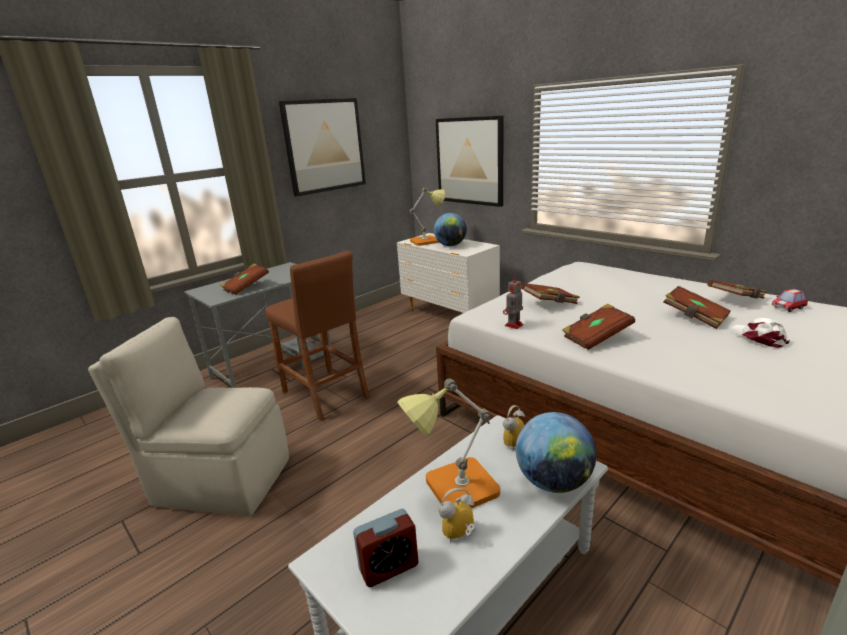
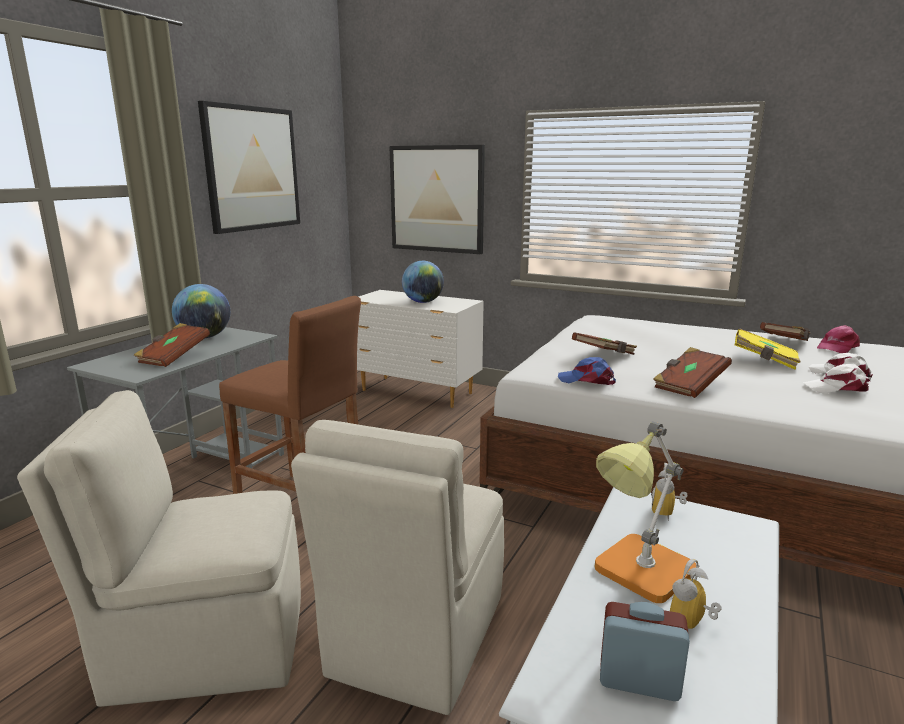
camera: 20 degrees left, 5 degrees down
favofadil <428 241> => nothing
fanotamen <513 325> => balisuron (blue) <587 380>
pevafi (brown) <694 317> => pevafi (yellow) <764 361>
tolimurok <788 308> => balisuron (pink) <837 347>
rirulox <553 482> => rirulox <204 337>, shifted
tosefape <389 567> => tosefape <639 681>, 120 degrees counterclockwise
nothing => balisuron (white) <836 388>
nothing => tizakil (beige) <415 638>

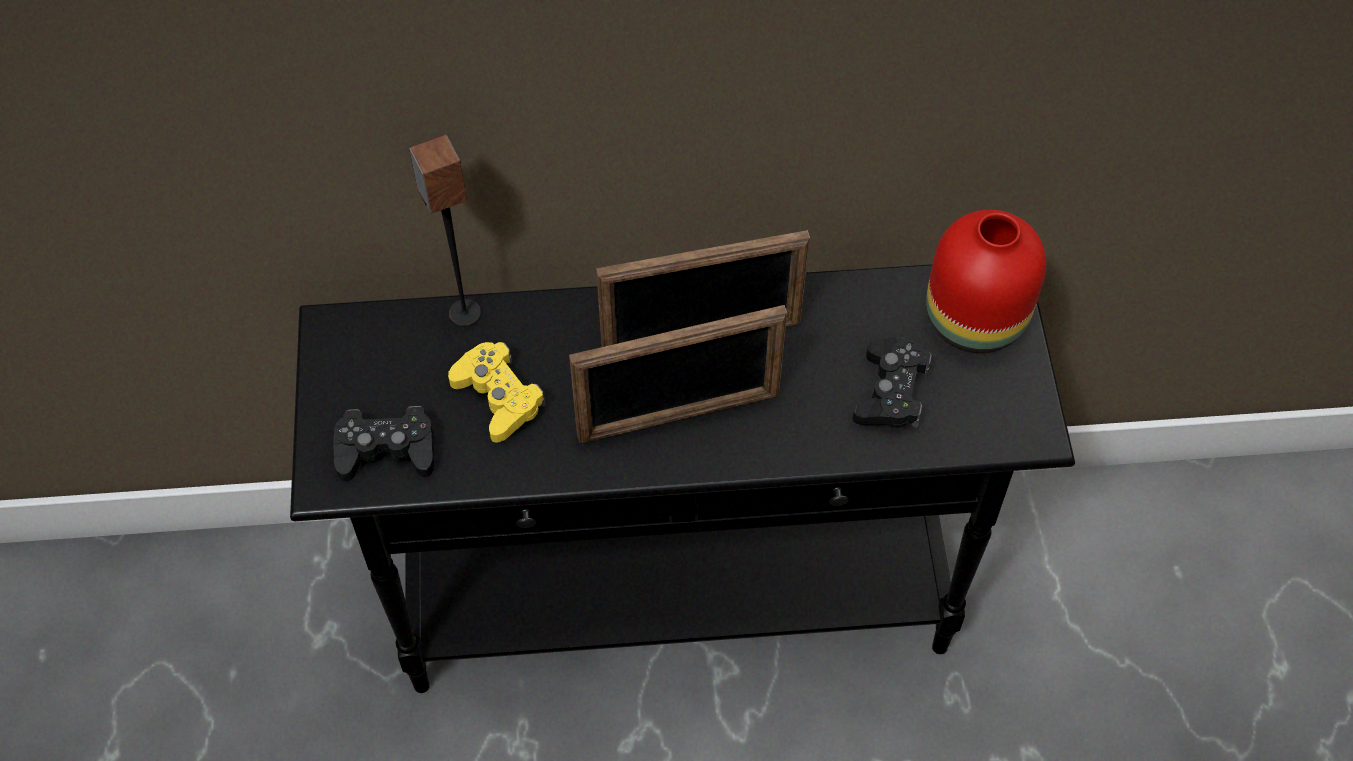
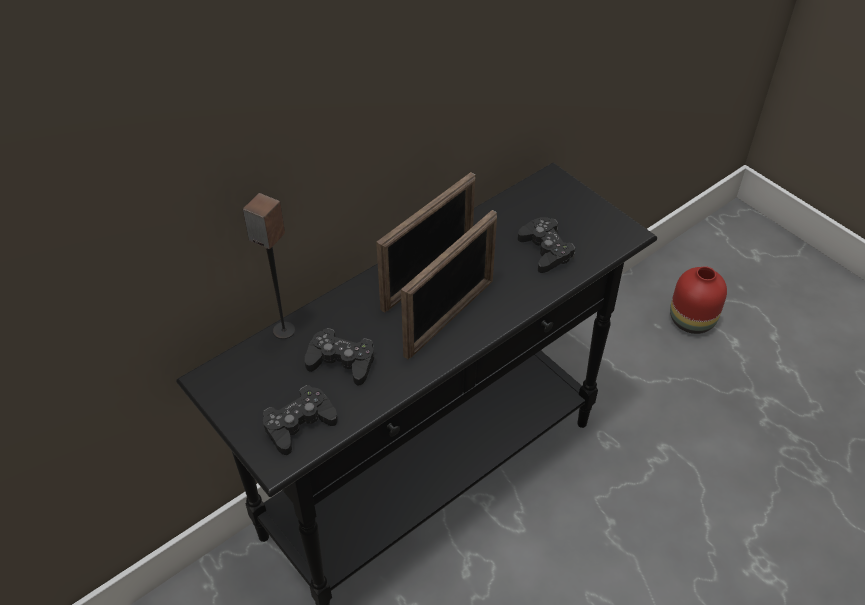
camera: 35 degrees left, 10 degrees down
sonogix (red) <976 321> => sonogix (red) <693 320>, shifted
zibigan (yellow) <498 397> => zibigan (black) <341 361>

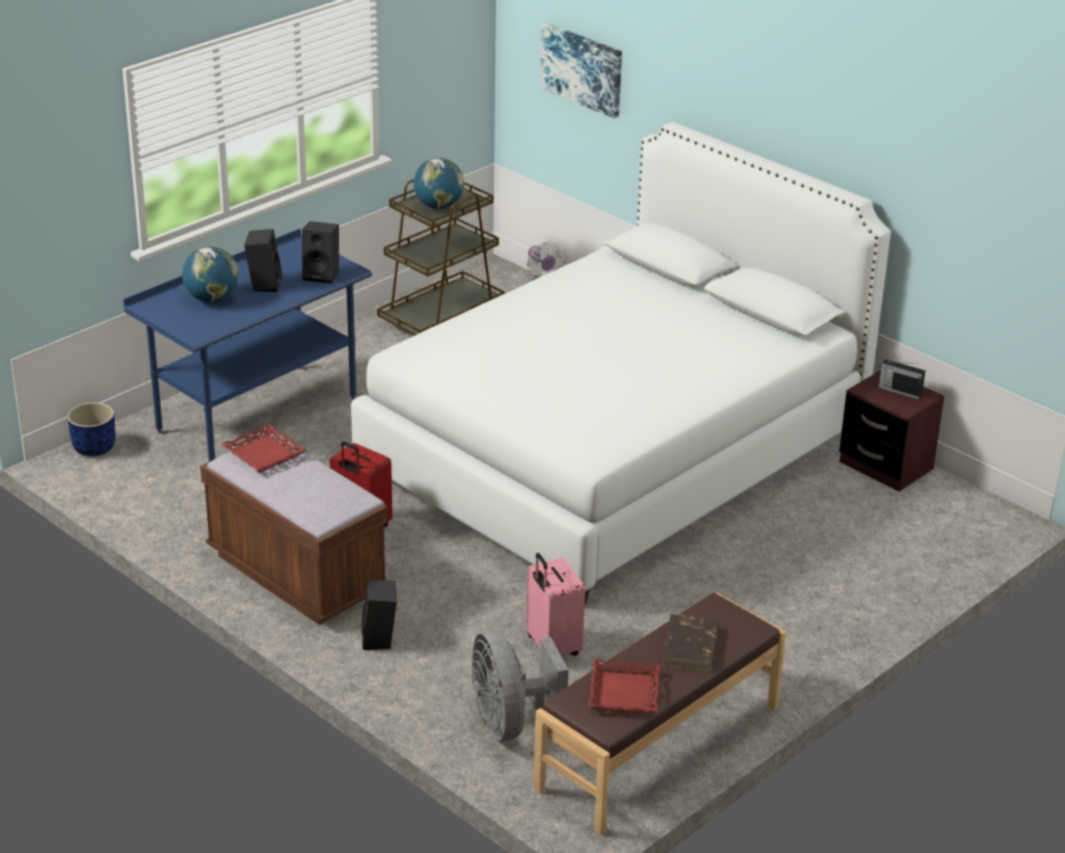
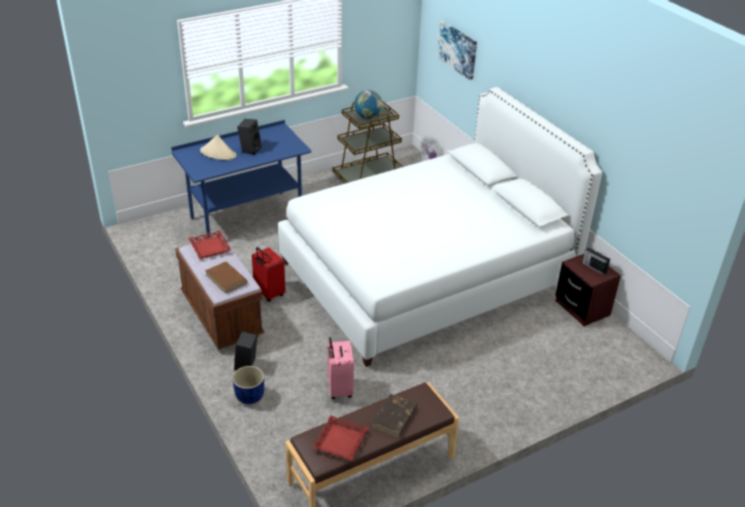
camera: 15 degrees right, 5 degrees up
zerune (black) <322 275> => nothing
rirulox <212 299> => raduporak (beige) <218 153>
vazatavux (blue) <94 448> => vazatavux (blue) <249 395>, shifted
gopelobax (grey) <510 722> => nothing
nothing => pevafi (brown) <226 279>

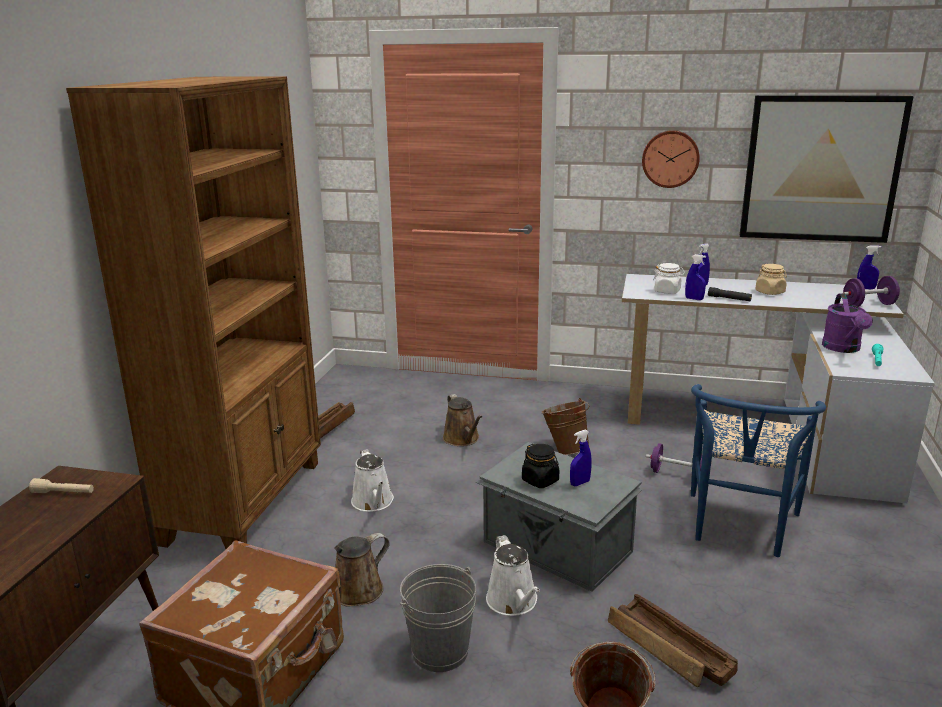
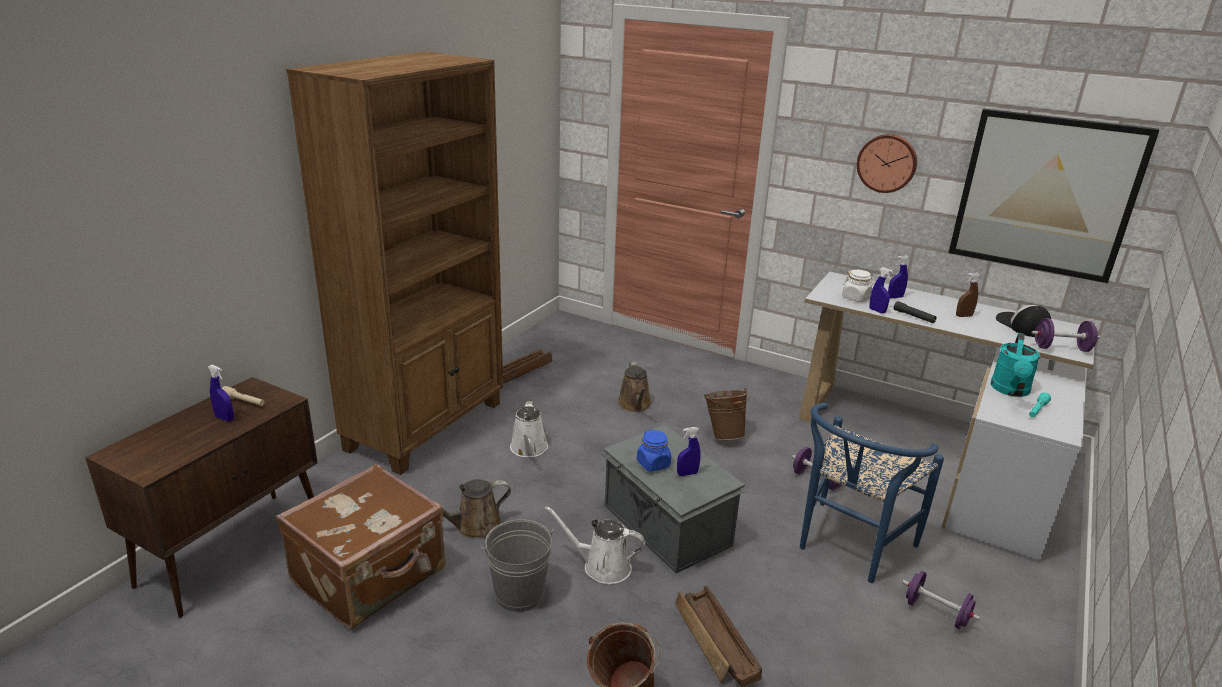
camera: 15 degrees right, 5 degrees up
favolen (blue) <865 288> => favolen (blue) <224 418>, shifted
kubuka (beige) <770 292> => favolen (brown) <963 316>
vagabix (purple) <843 349> => vagabix (turquoise) <1010 391>
kubuka (black) <540 481> => kubuka (blue) <653 464>
vagabix (white) <513 602> => vagabix (white) <602 566>, 105 degrees clockwise
nothing => balisuron <1022 325>
nothing => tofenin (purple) <936 613>

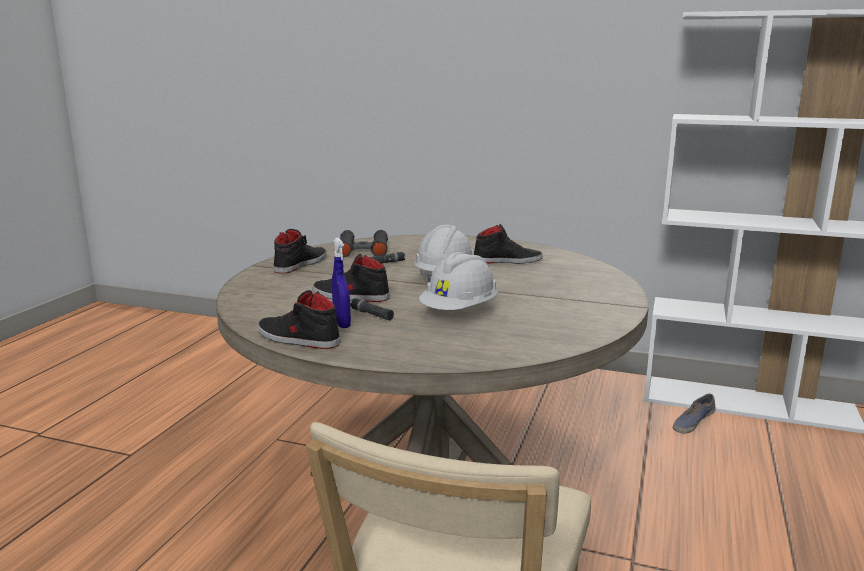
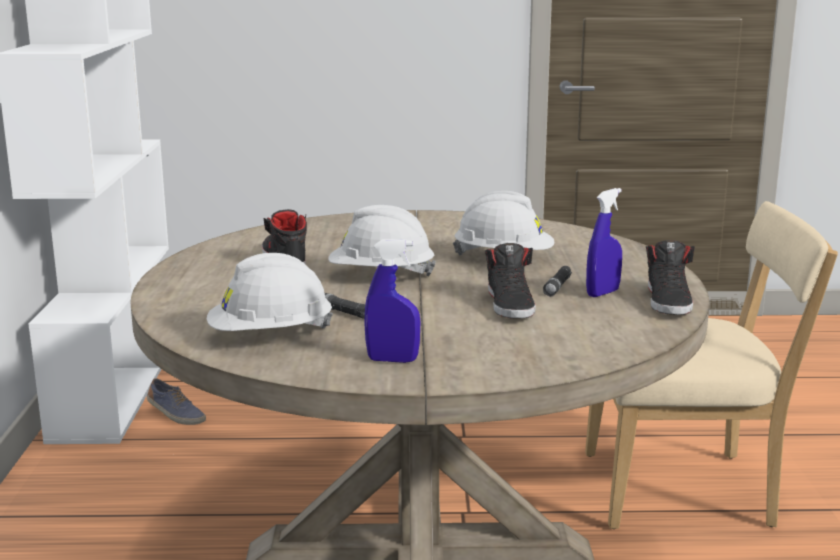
camera: 110 degrees left, 0 degrees up
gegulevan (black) <300 264> => favolen (blue) <392 360>
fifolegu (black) <363 250> => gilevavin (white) <271 337>

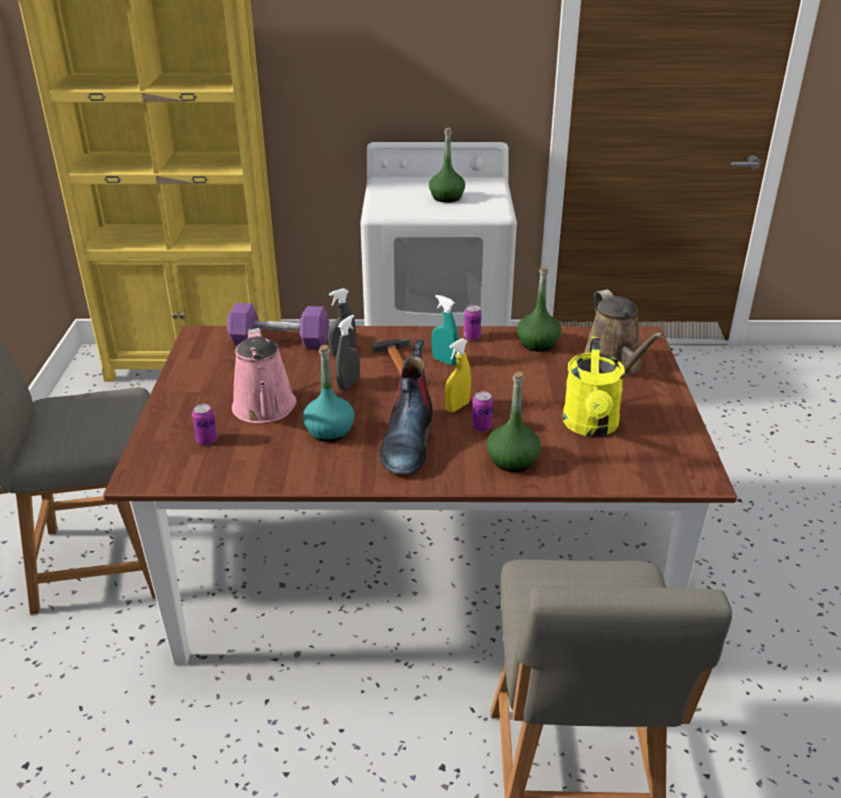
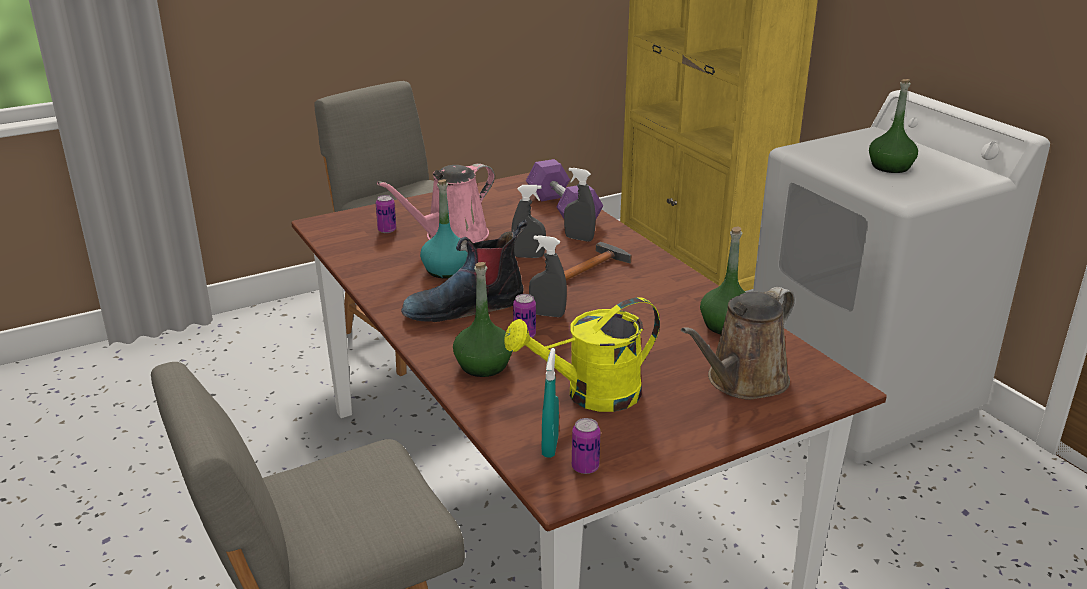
camera: 60 degrees right, 5 degrees down
favolen (turquoise) <444 361> => favolen (turquoise) <550 447>, shifted
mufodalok <471 337> => mufodalok <585 467>, shifted
favolen (yellow) <457 407> => favolen (grey) <547 314>

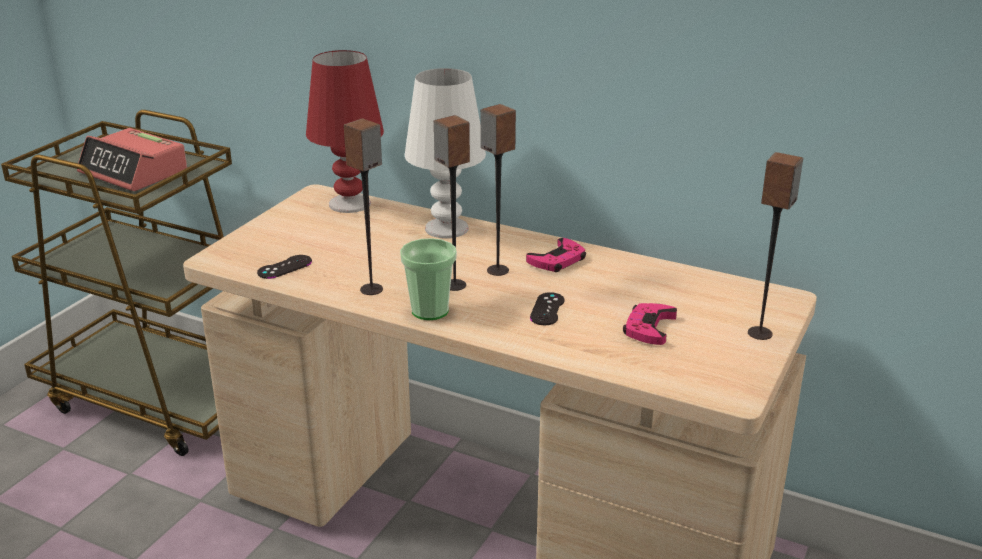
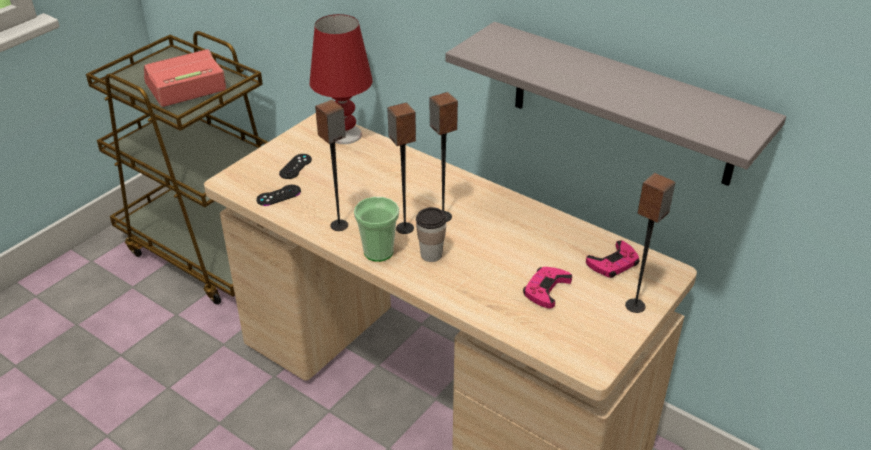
camera: 10 degrees right, 10 degrees up
favofadil (white) <447 228> => nothing
tosefape <134 172> => tosefape <185 87>, 105 degrees clockwise
zibigan (pink) <557 260> => zibigan (pink) <613 263>, shifted
zibigan (black) <547 309> => zibigan (black) <295 166>, shifted
nothing => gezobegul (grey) <622 104>
nothing => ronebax <431 255>

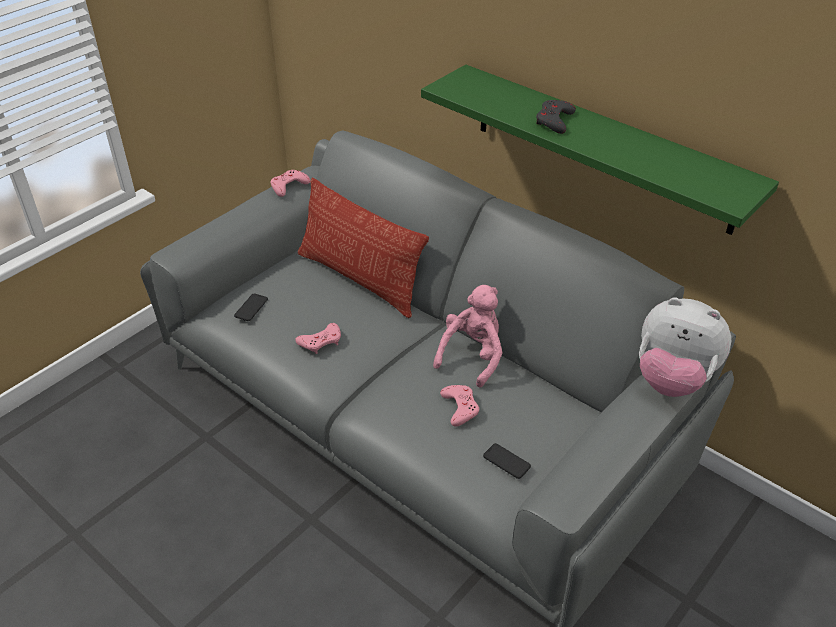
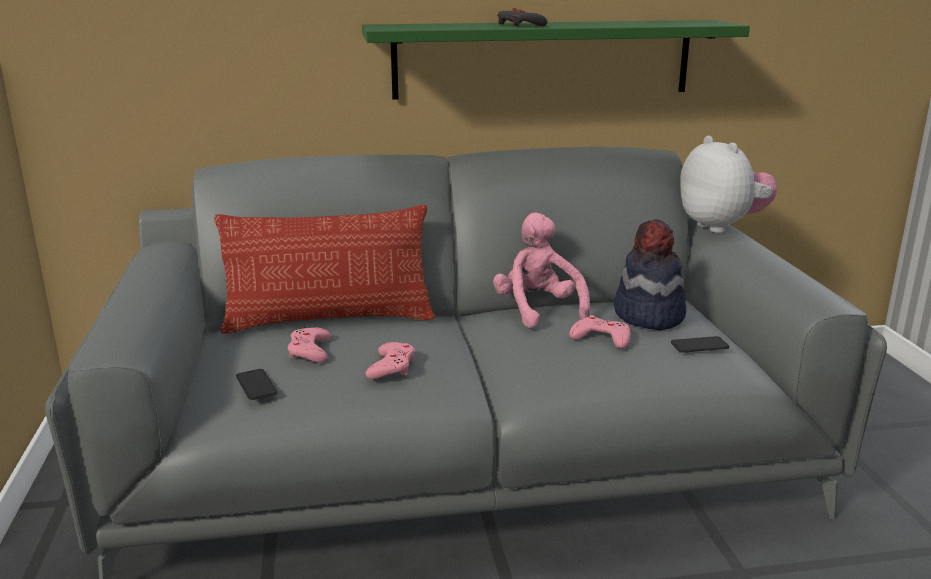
camera: 50 degrees left, 20 degrees down
zibigan (pink) <288 186> => zibigan (pink) <309 351>, shifted
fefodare <672 379> => fefodare <721 226>, 90 degrees counterclockwise
nothing => raduporak <648 315>

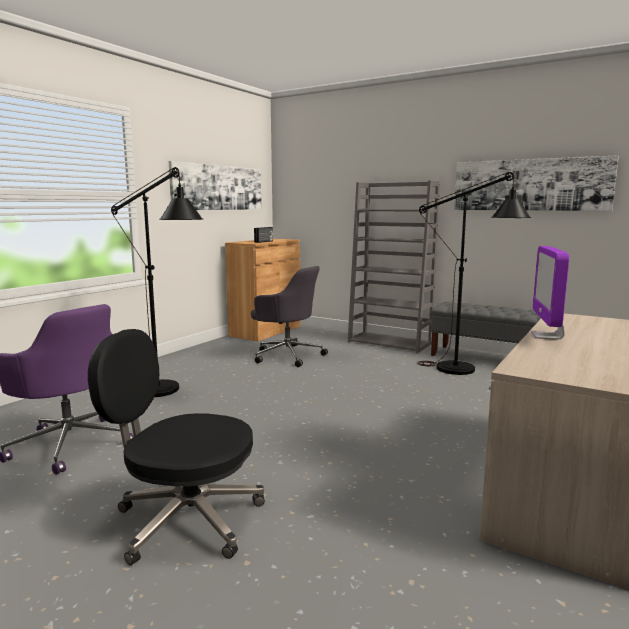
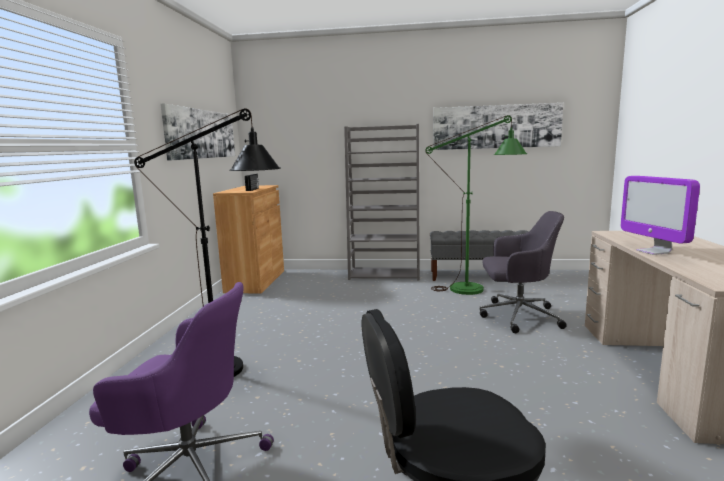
camera: 25 degrees left, 0 degrees up
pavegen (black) <466 371> => pavegen (green) <476 289>
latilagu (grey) <287 355> => latilagu (grey) <517 316>, shifted

